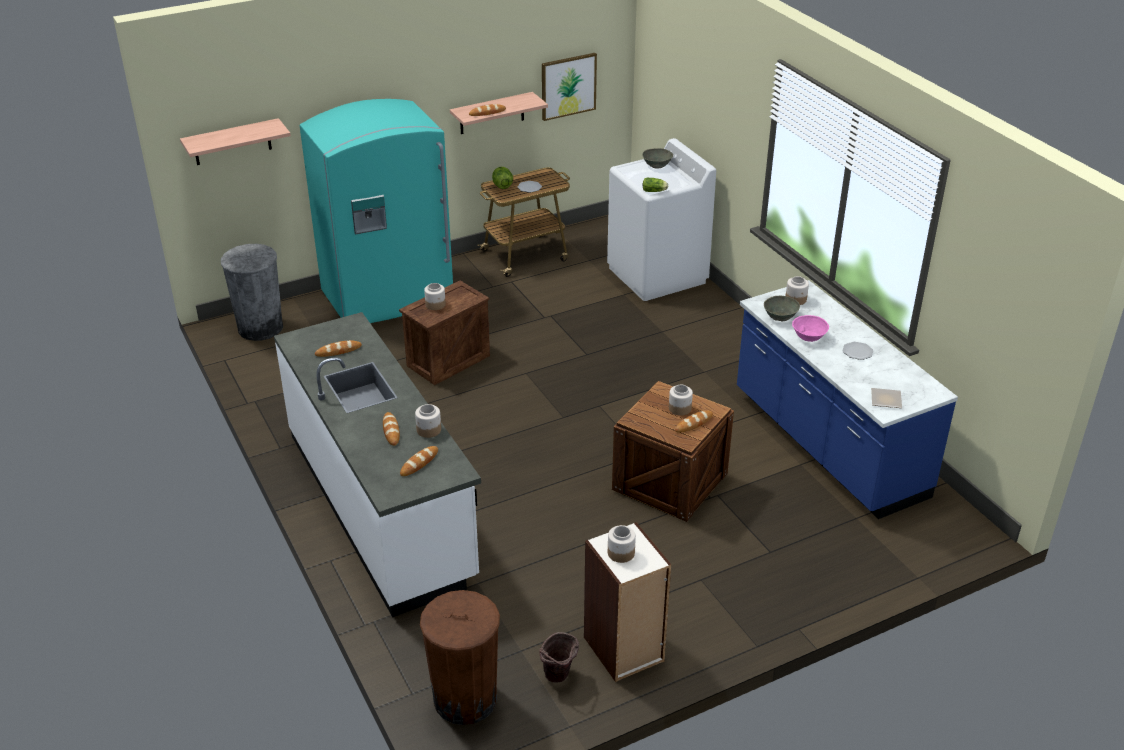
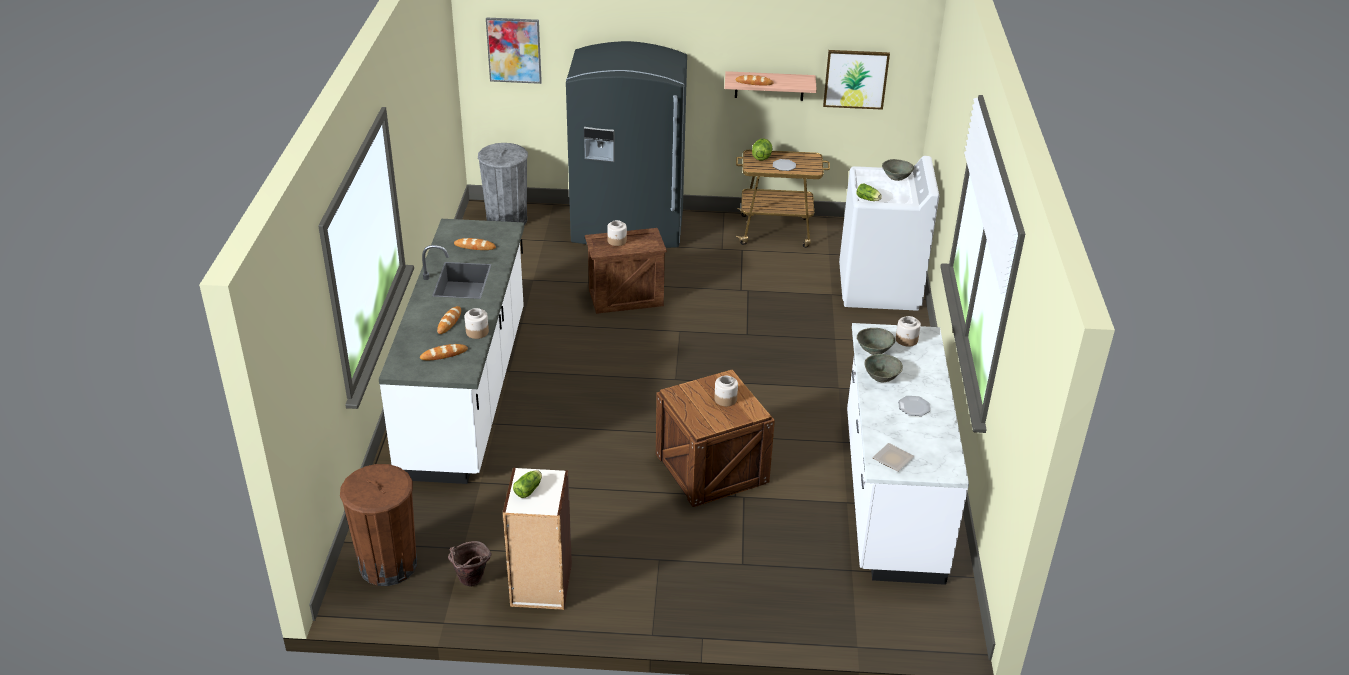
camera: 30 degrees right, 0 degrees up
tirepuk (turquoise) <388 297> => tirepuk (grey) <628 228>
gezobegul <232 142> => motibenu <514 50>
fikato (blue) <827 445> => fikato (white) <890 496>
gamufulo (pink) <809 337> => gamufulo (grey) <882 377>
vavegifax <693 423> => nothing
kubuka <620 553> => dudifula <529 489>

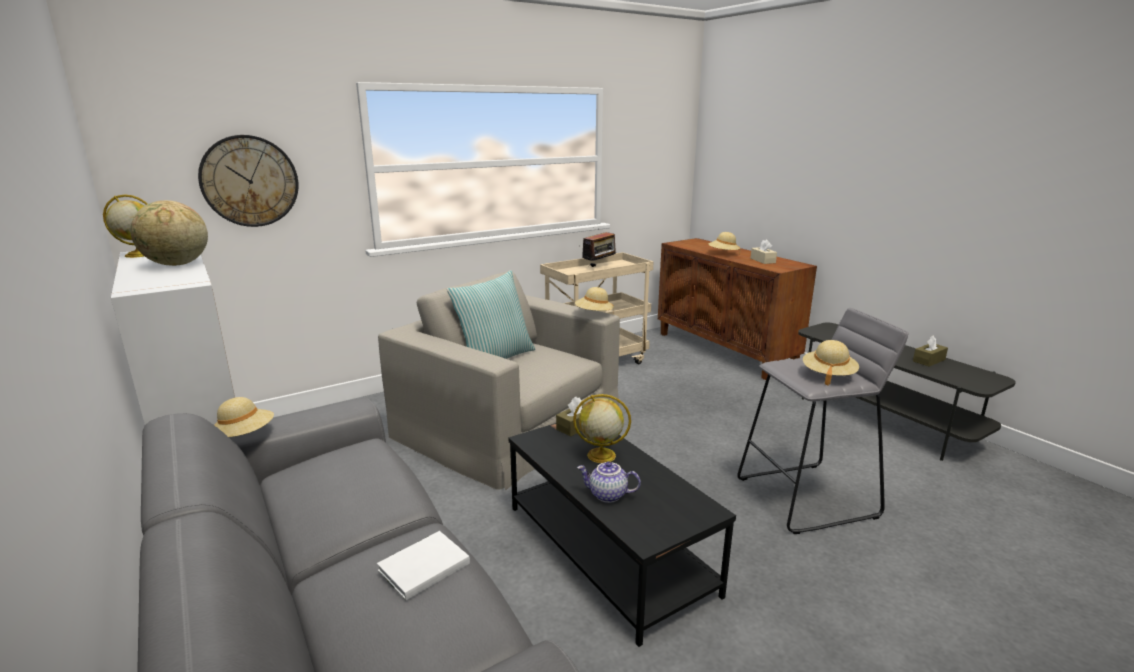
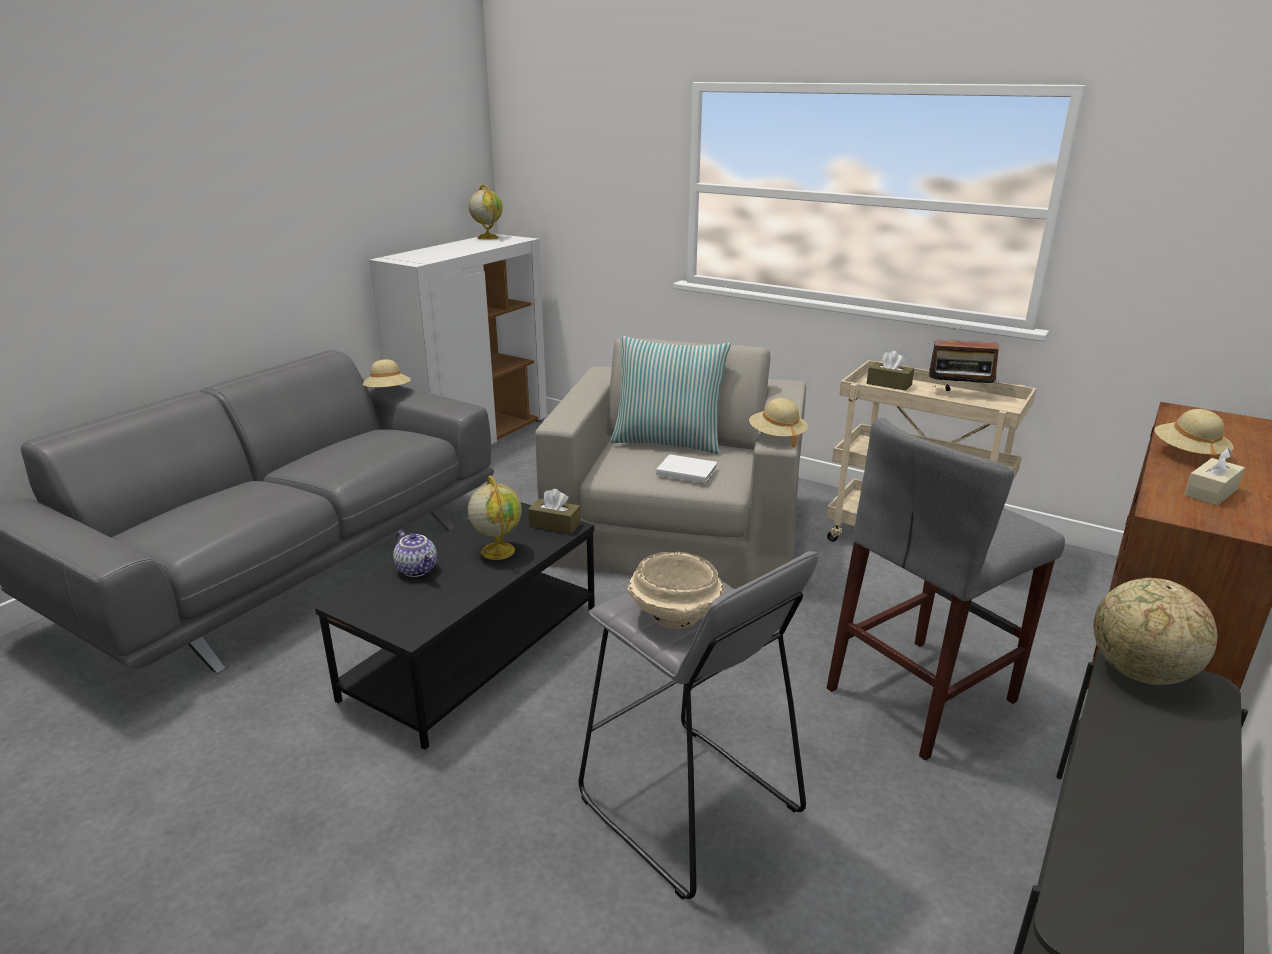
camera: 65 degrees right, 5 degrees up
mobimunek <249 181> => nothing
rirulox <177 265> => rirulox <1139 673>, shifted
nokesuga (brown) <928 360> => nokesuga (brown) <889 384>, shifted
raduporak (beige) <828 375> => gamufulo (beige) <674 616>
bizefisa <607 495> => bizefisa <418 569>, 150 degrees clockwise
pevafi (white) <421 567> => pevafi (white) <685 471>, shifted
nothing => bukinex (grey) <922 695>

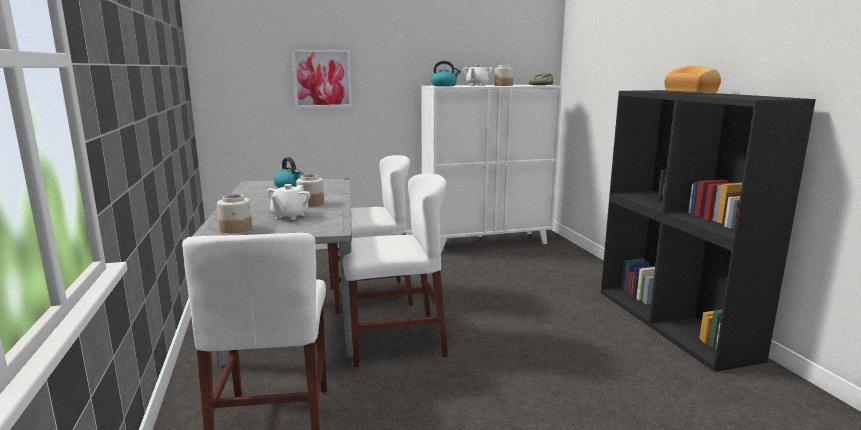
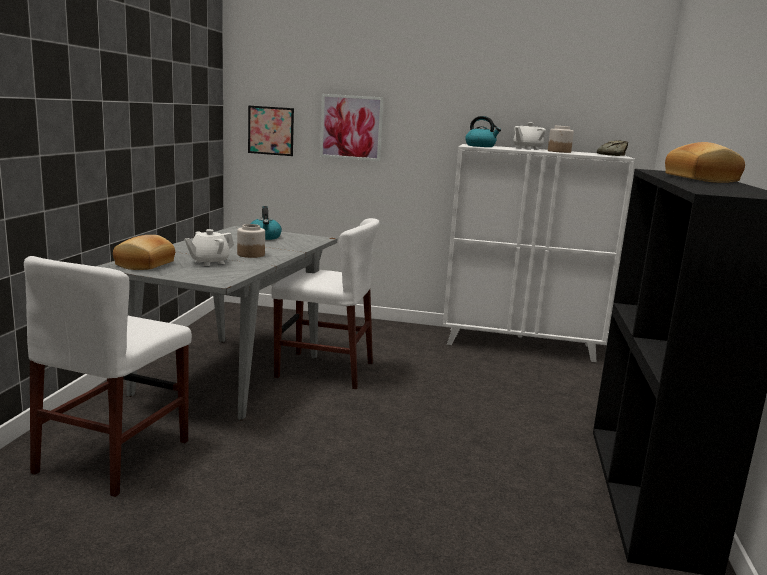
camera: 25 degrees right, 0 degrees up
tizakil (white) <395 342> => nothing
kubuka <236 229> => vavegifax <146 264>
nothing => motibenu <271 130>

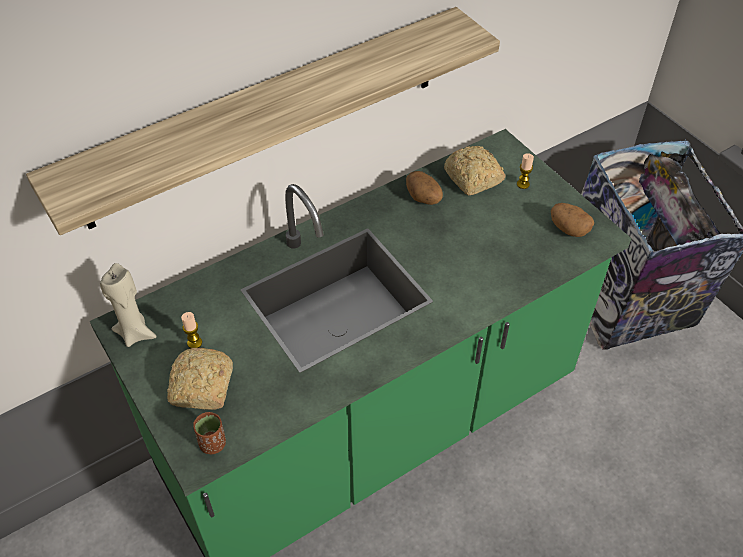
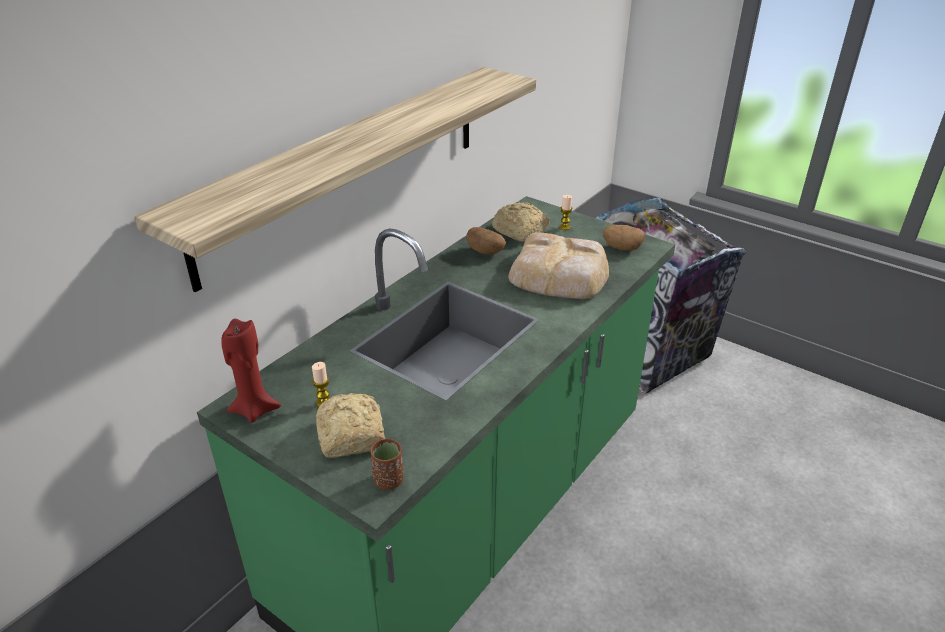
camera: 20 degrees left, 15 degrees down
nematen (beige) <135 333> => nematen (red) <255 409>
nothing => vavegifax <560 275>

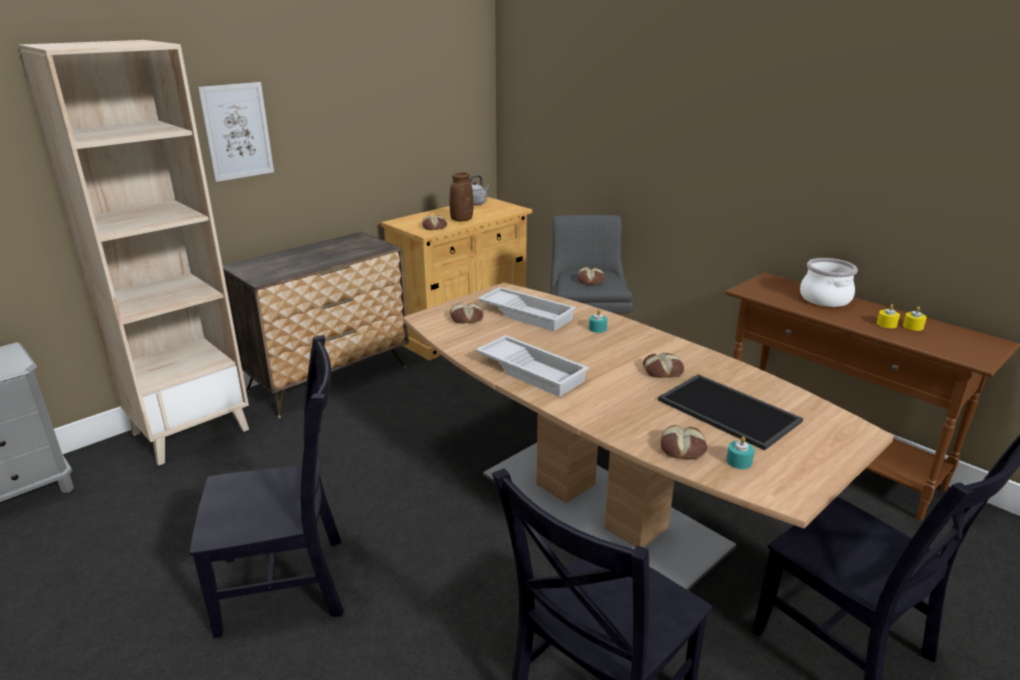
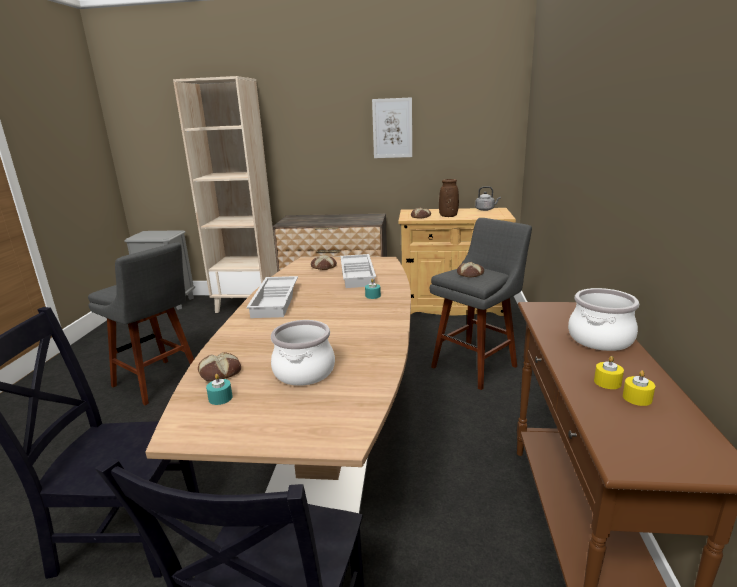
camera: 50 degrees right, 5 degrees down
motibenu <237 131> => motibenu <392 128>, shifted
tizakil (black) <289 584> => bukinex (grey) <159 382>
vavegifax <662 370> => nothing
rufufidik <730 410> => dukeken <305 372>

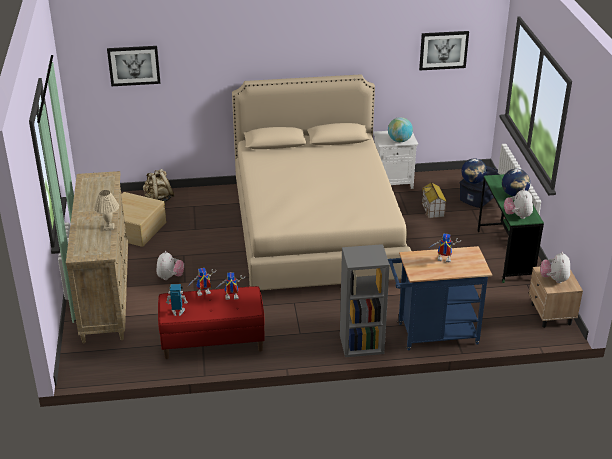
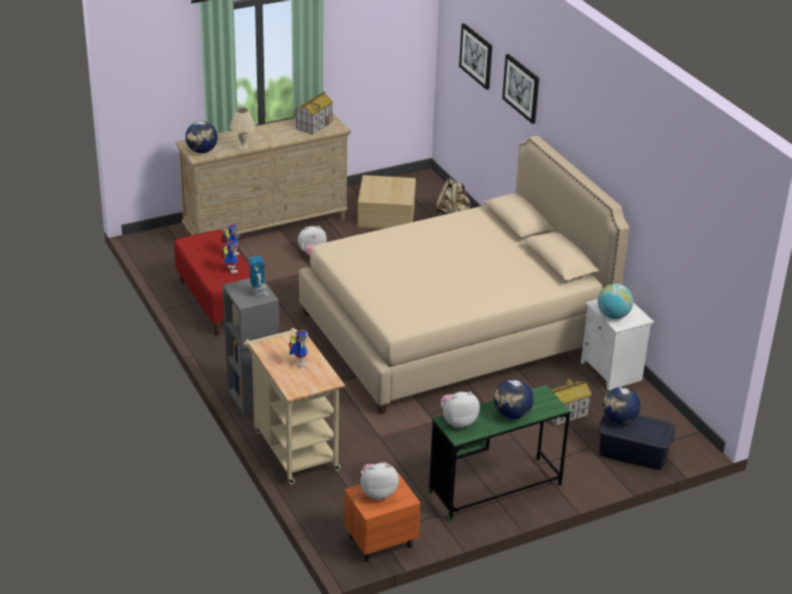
camera: 70 degrees right, 0 degrees up
motibenu <443 50> => motibenu <521 88>, shifted
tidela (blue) <432 335> => tidela (beige) <293 447>
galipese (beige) <551 314> => galipese (orange) <379 542>
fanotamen <177 312> => fanotamen <259 292>, shifted
nothing => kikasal <314 125>
nothing => rirulox <202 151>

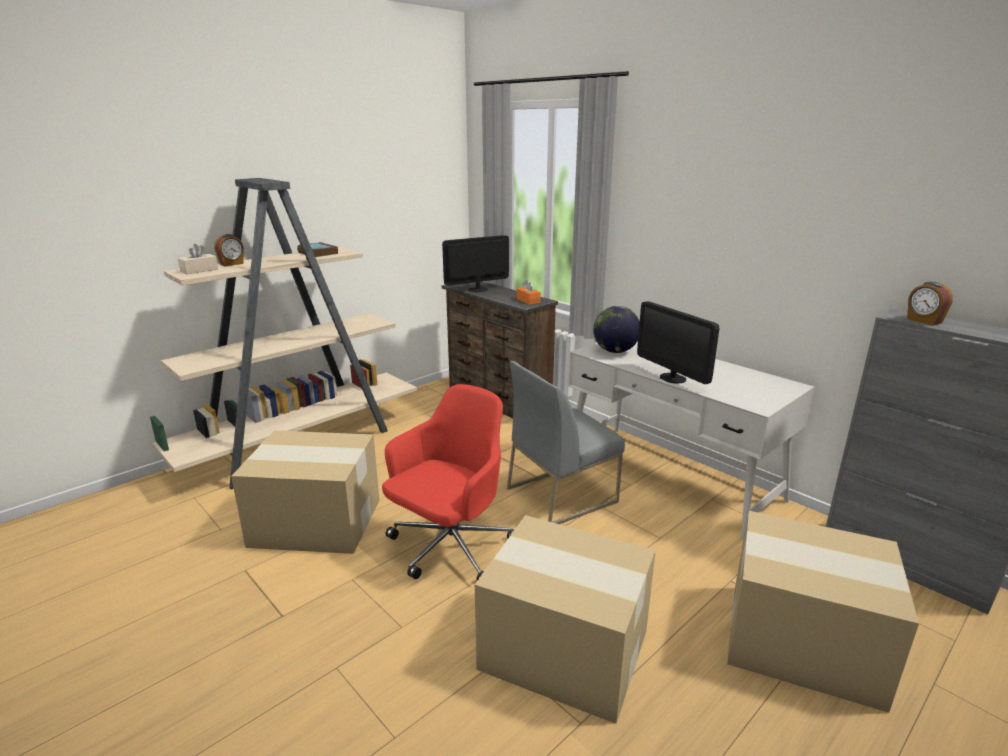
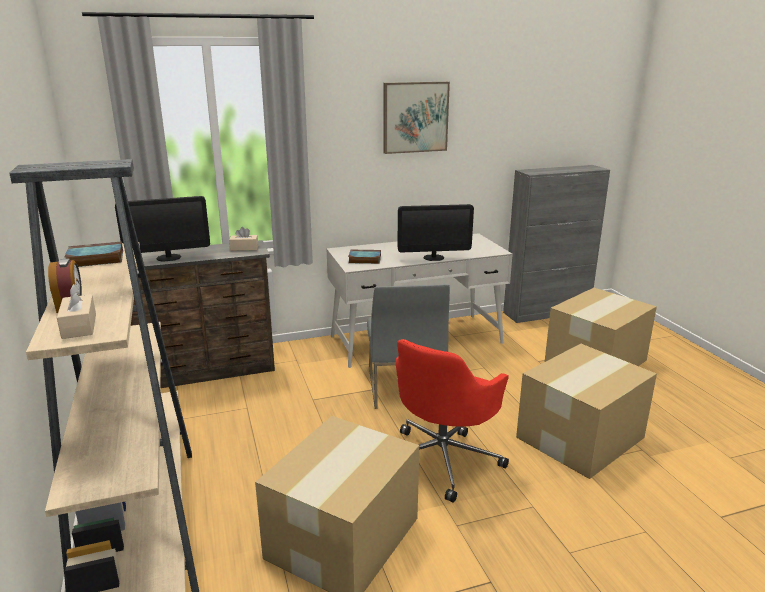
camera: 65 degrees left, 0 degrees up
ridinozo <478 289> => ridinozo <168 257>, 105 degrees counterclockwise
nokesuga (orange) <528 300> => nokesuga (beige) <244 248>
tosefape <923 321> => nothing
rirulox <615 351> => pevafi <364 259>
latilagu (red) <450 548> => latilagu (red) <443 459>, 120 degrees counterclockwise
nothing => motibenu <415 117>

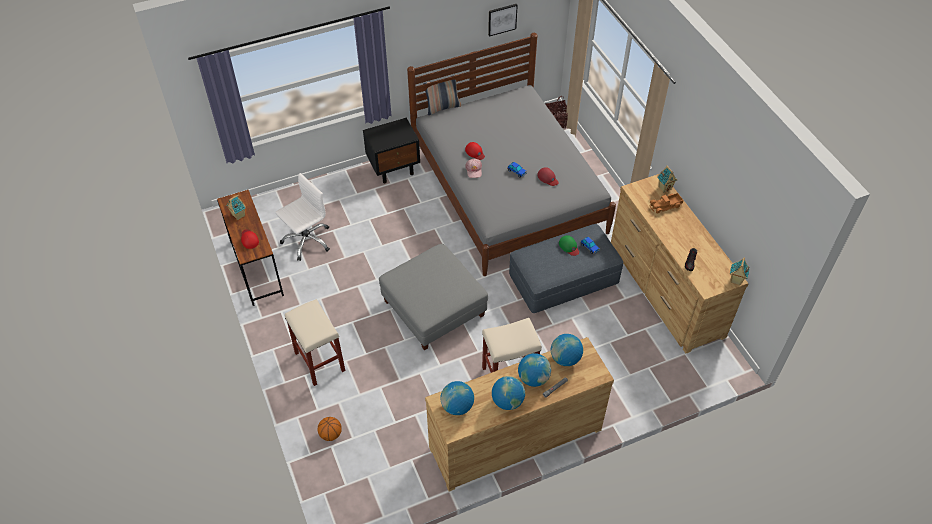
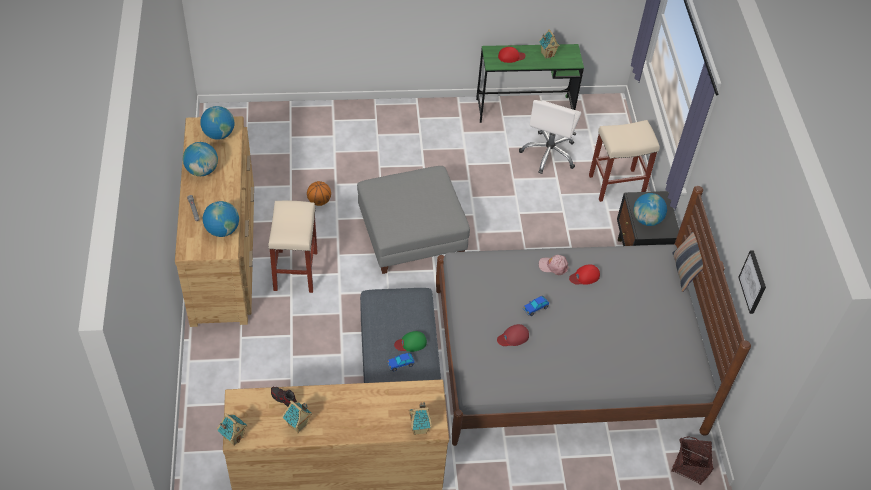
camera: 105 degrees right, 0 degrees up
latilagu (white) <307 240> => latilagu (white) <549 154>, 45 degrees clockwise
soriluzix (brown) <256 268> => soriluzix (green) <524 109>
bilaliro <665 206> => nothing
bukinex (beige) <320 362> => bukinex (beige) <616 185>, shifted
rirulox <533 378> => rirulox <647 220>, shifted
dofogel <331 434> => dofogel <319 201>, shifted
nothing => kikasal <298 426>

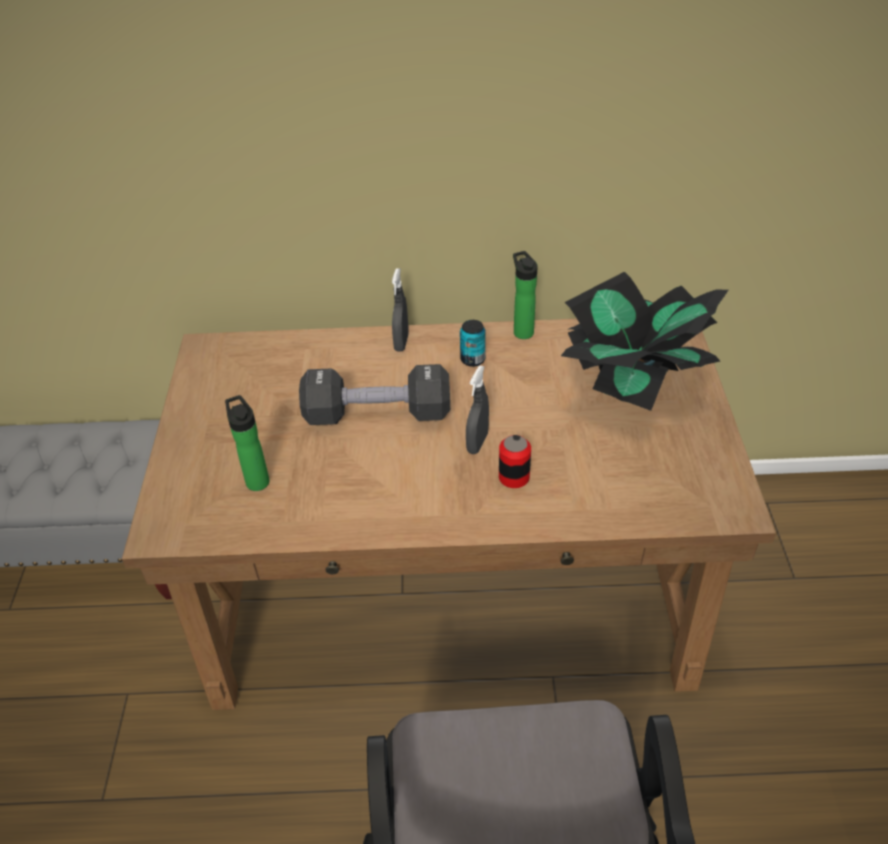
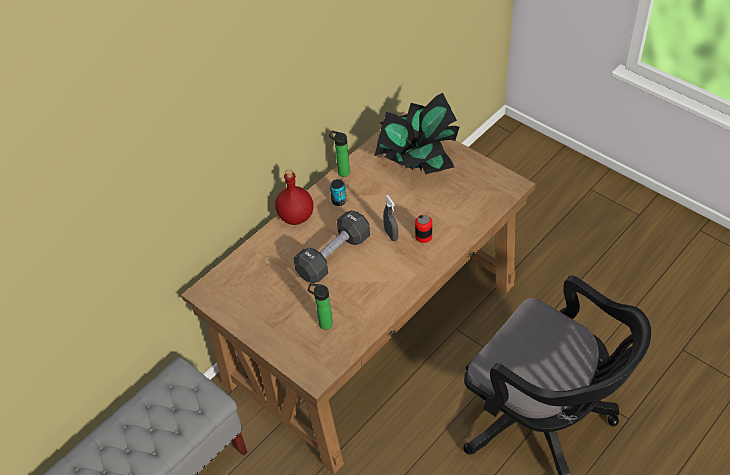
camera: 45 degrees left, 5 degrees up
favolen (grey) <401 343> => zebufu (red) <296 217>

